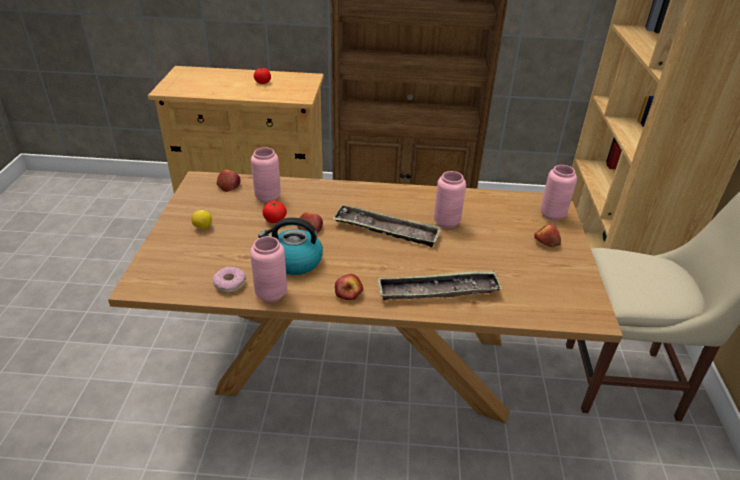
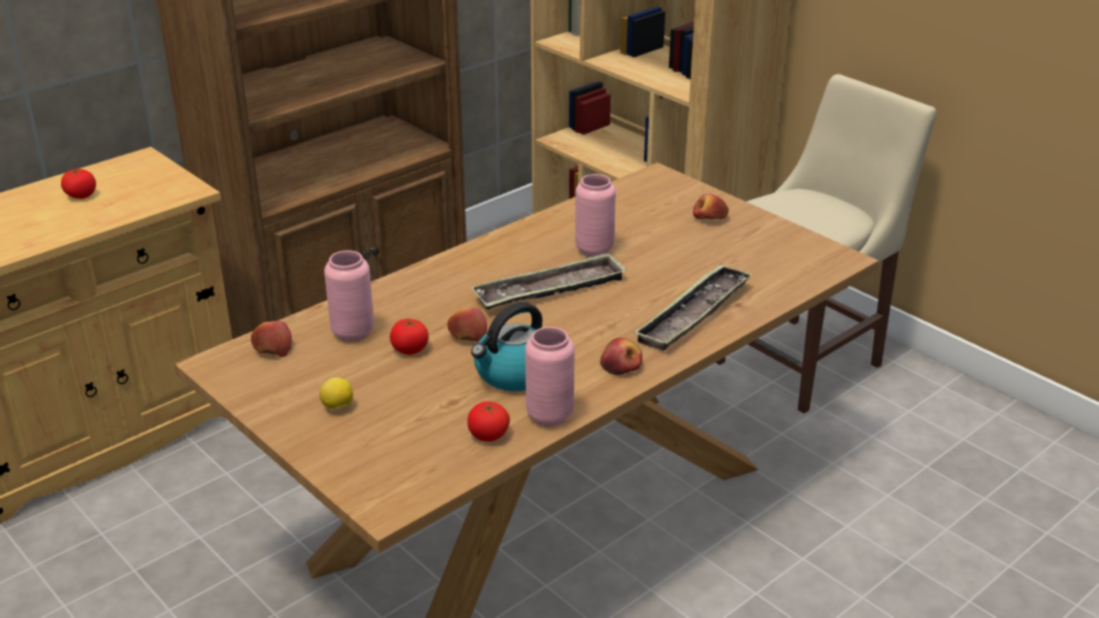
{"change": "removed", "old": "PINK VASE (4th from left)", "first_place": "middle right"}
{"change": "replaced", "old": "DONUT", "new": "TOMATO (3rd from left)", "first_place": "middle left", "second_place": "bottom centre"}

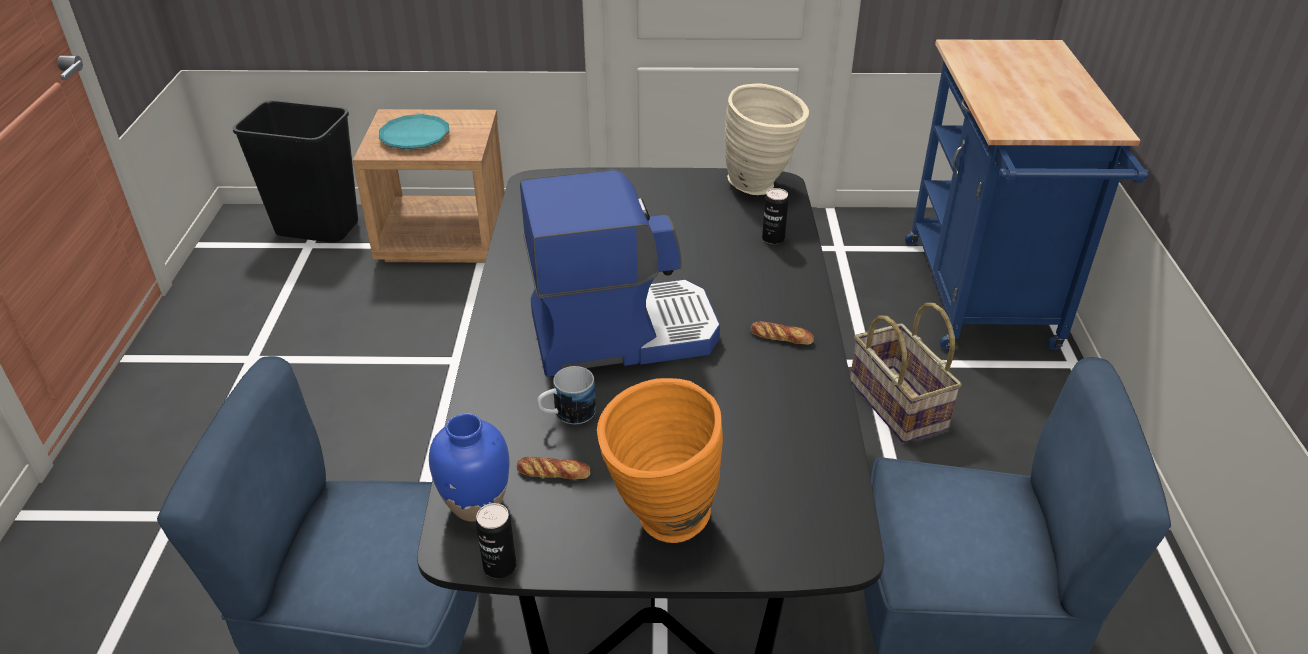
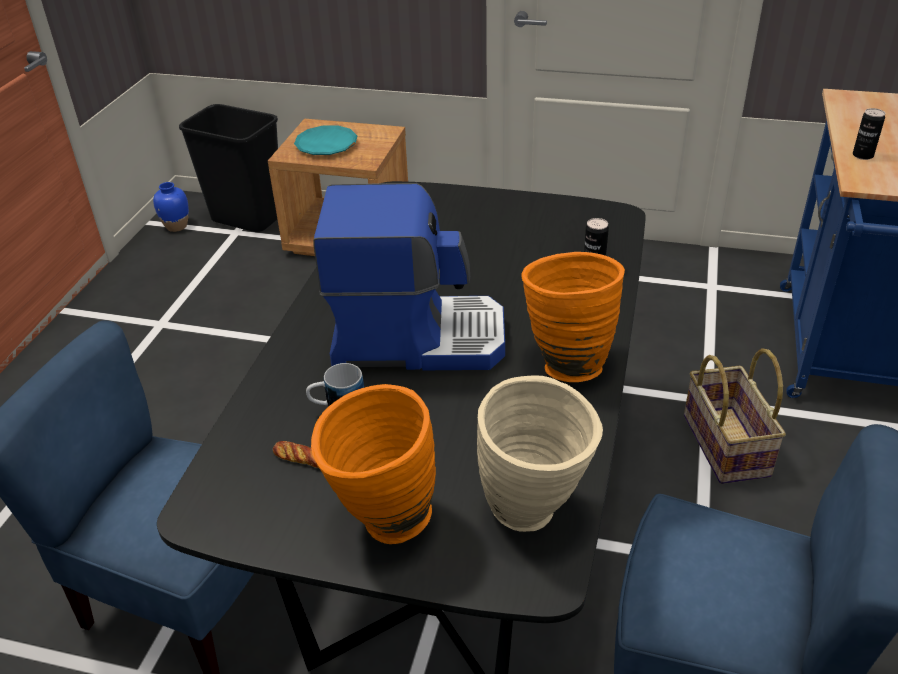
{"change": "moved", "old": "BEIGE VASE", "first_place": "top centre", "second_place": "bottom centre"}
{"change": "replaced", "old": "BREAD (2nd from left)", "new": "ORANGE VASE (2nd from left)", "first_place": "centre", "second_place": "centre"}
{"change": "moved", "old": "BLUE VASE", "first_place": "bottom centre", "second_place": "top left"}
{"change": "moved", "old": "CAN (1st from left in the first image)", "new": "CAN (2nd from left)", "first_place": "bottom centre", "second_place": "top right"}

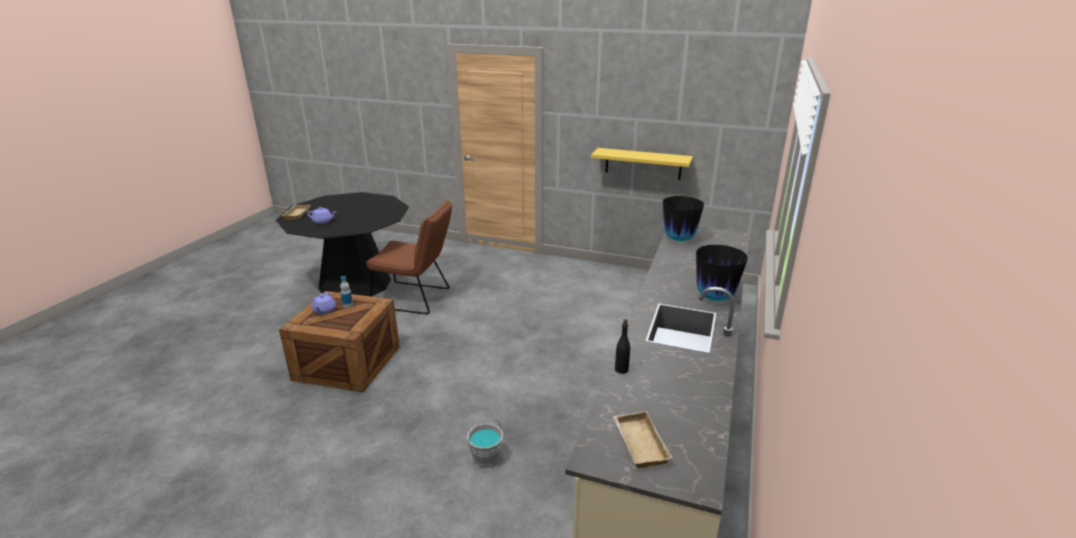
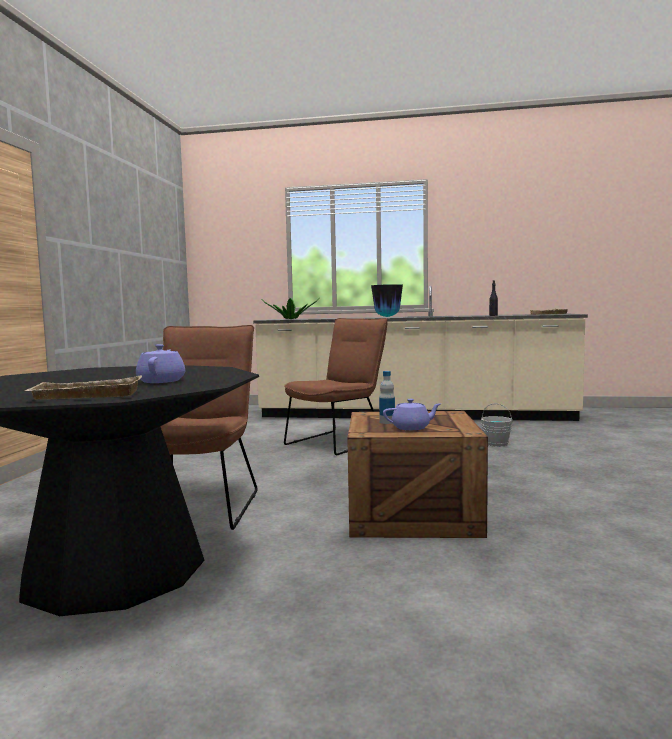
{"change": "removed", "old": "YELLOW SHELF", "first_place": "top centre"}
{"change": "replaced", "old": "VASE (1st from left)", "new": "POTTED PLANT", "first_place": "centre", "second_place": "centre"}
{"change": "added", "new": "BROWN CHAIR (2nd from left)", "second_place": "centre"}

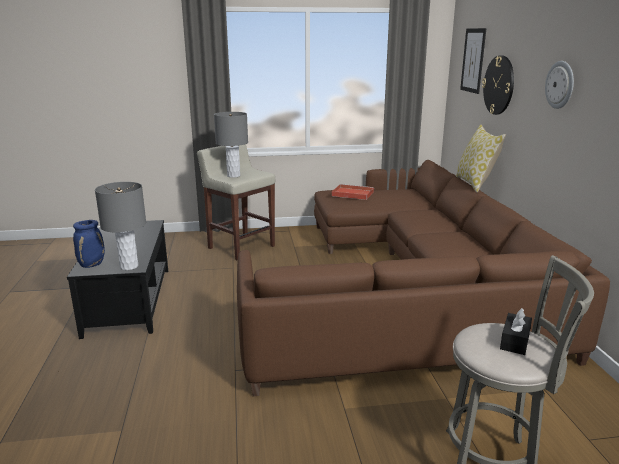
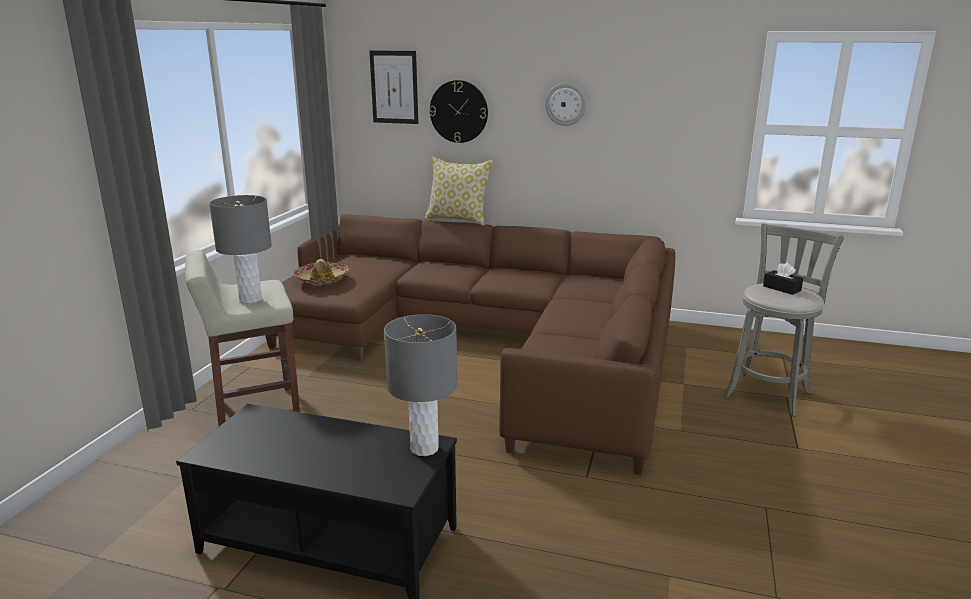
{"change": "replaced", "old": "RED TRAY", "new": "HAT", "first_place": "centre", "second_place": "middle left"}
{"change": "removed", "old": "BLUE VASE", "first_place": "middle left"}

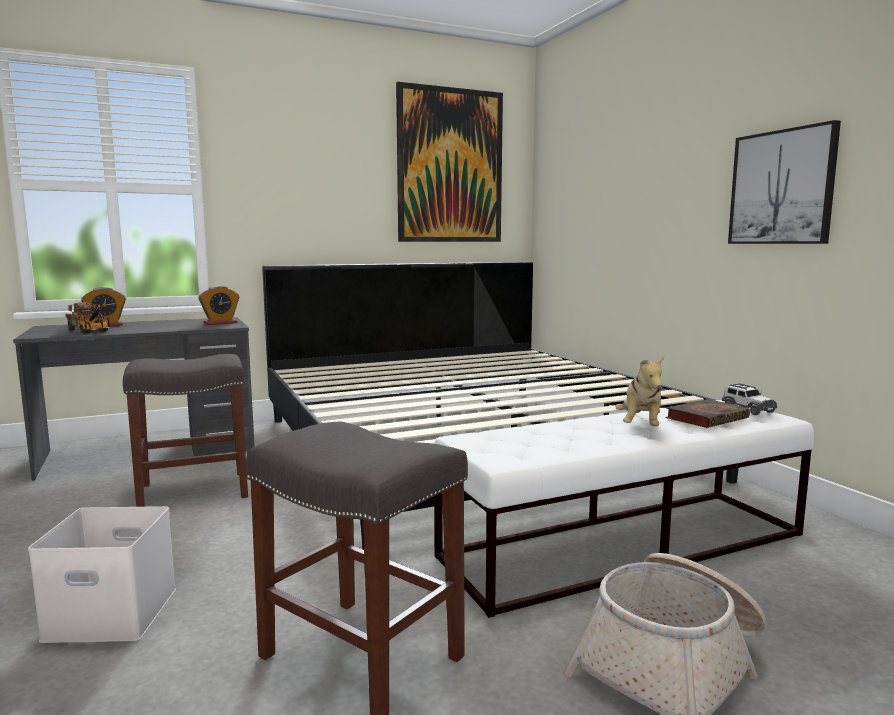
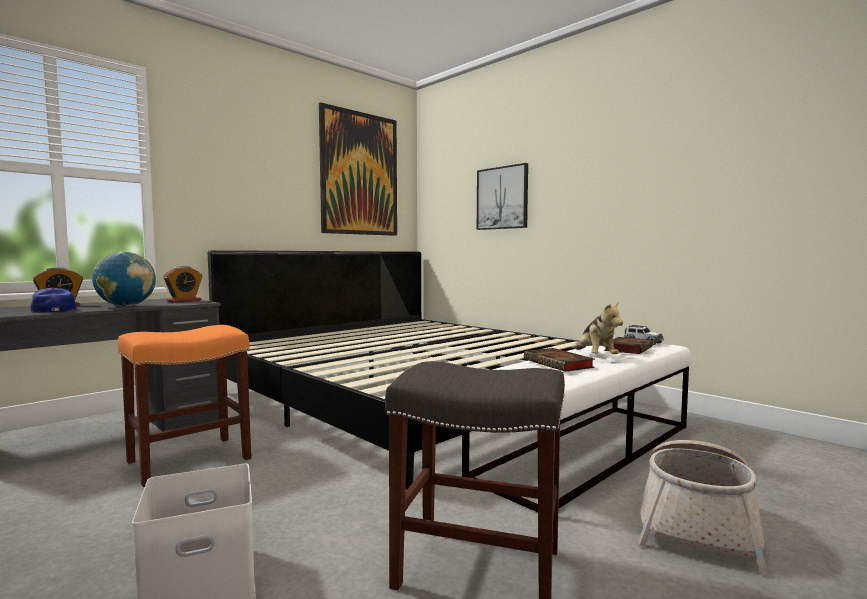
{"change": "moved", "old": "PICTURE (2nd from left)", "first_place": "top right", "second_place": "top centre"}
{"change": "replaced", "old": "TOY TRUCK", "new": "CAP", "first_place": "middle left", "second_place": "middle left"}
{"change": "recoloured", "old": "GREY STOOL (1st from left)", "new": "ORANGE STOOL", "first_place": "middle left", "second_place": "bottom left"}
{"change": "added", "new": "GLOBE", "second_place": "middle left"}
{"change": "added", "new": "BOOK (1st from left)", "second_place": "centre"}

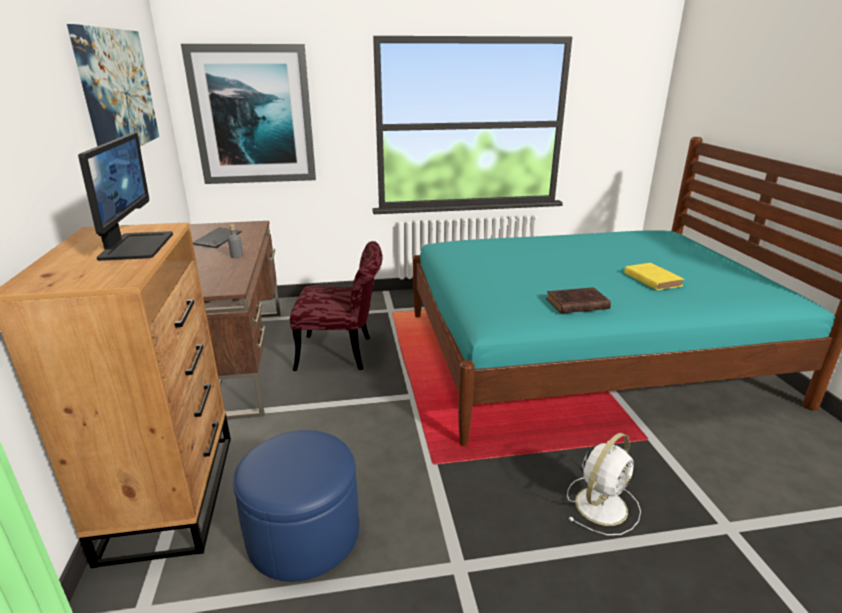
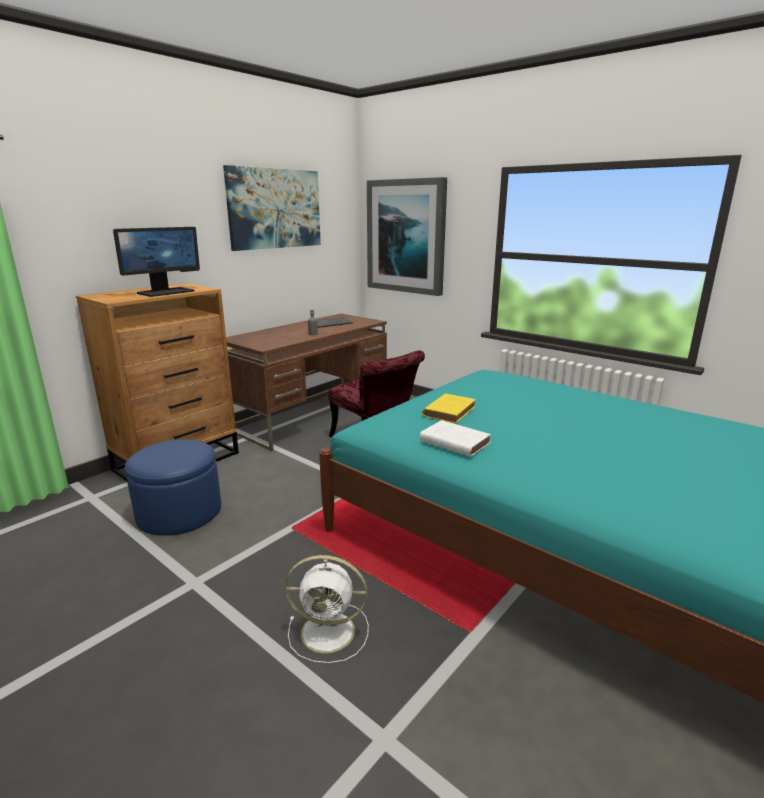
{"change": "moved", "old": "YELLOW BOOK", "first_place": "middle right", "second_place": "centre"}
{"change": "recoloured", "old": "BROWN BOOK", "new": "WHITE BOOK", "first_place": "middle right", "second_place": "centre"}

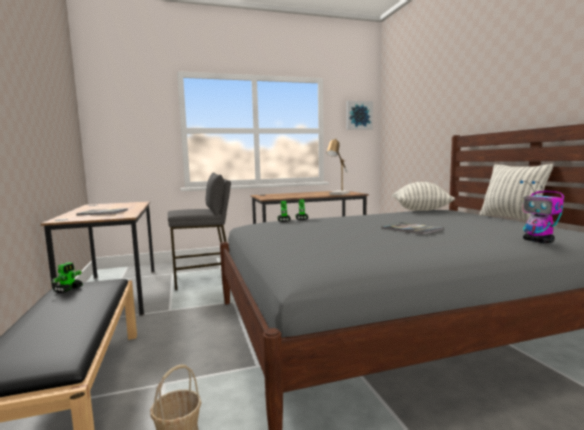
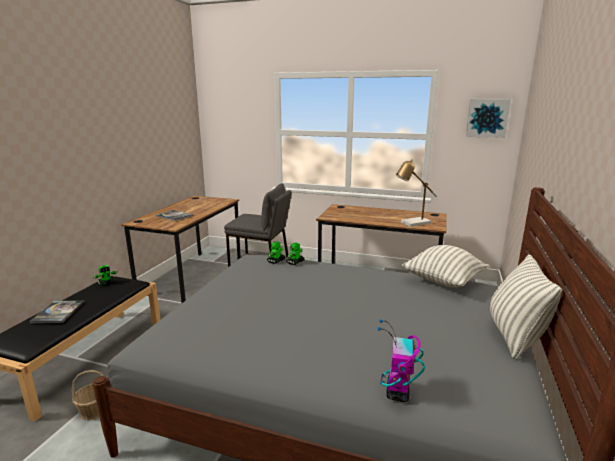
{"change": "moved", "old": "BOOK (2nd from left in the first image)", "new": "BOOK (1st from left)", "first_place": "middle right", "second_place": "bottom left"}

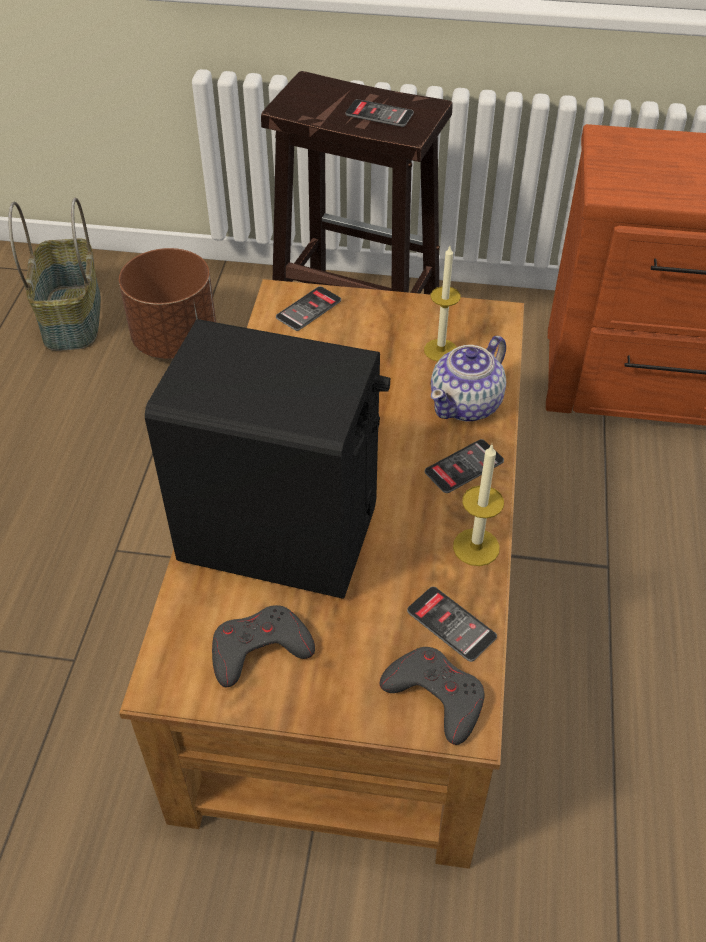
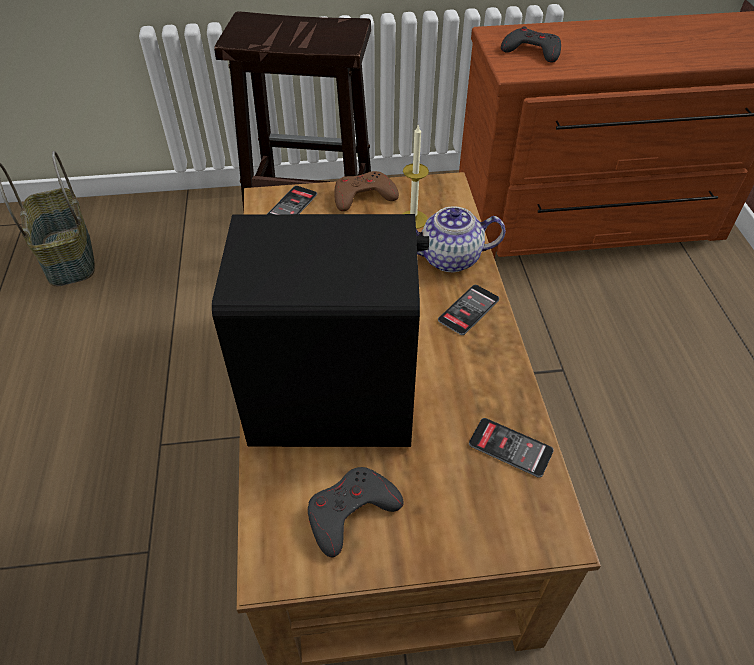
{"change": "removed", "old": "PHONE (2nd from left)", "first_place": "top centre"}
{"change": "removed", "old": "BROWN PLANTER", "first_place": "top left"}
{"change": "turned", "old": "TEAPOT", "first_place": "centre", "second_place": "centre", "degrees": 60}
{"change": "removed", "old": "CANDLE (2nd from left)", "first_place": "middle right"}
{"change": "moved", "old": "GREY GAME CONTROLLER (2nd from left)", "first_place": "bottom centre", "second_place": "top right"}
{"change": "added", "new": "BROWN GAME CONTROLLER", "second_place": "top centre"}

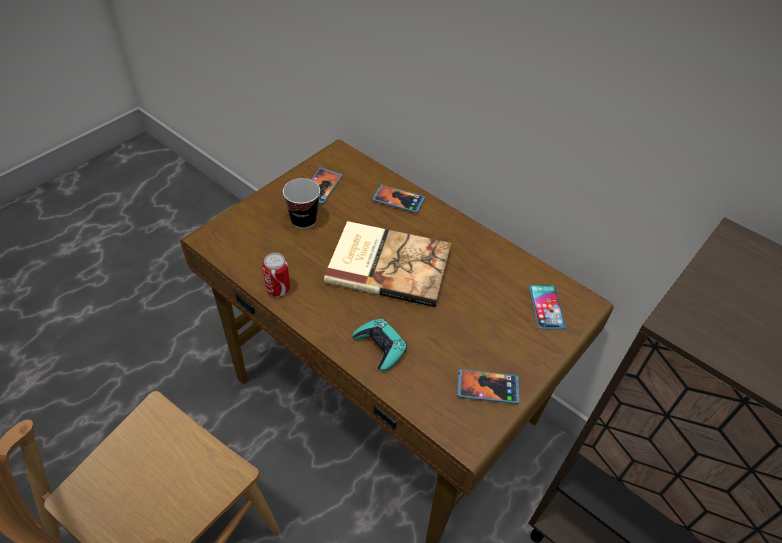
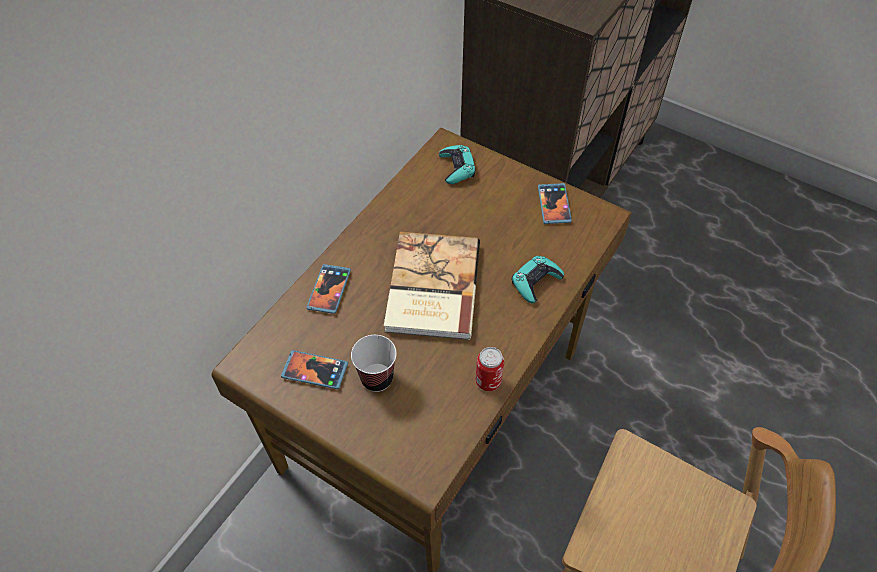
{"change": "replaced", "old": "PHONE (4th from left)", "new": "TURQUOISE GAME CONTROLLER (1st from left)", "first_place": "middle right", "second_place": "top centre"}

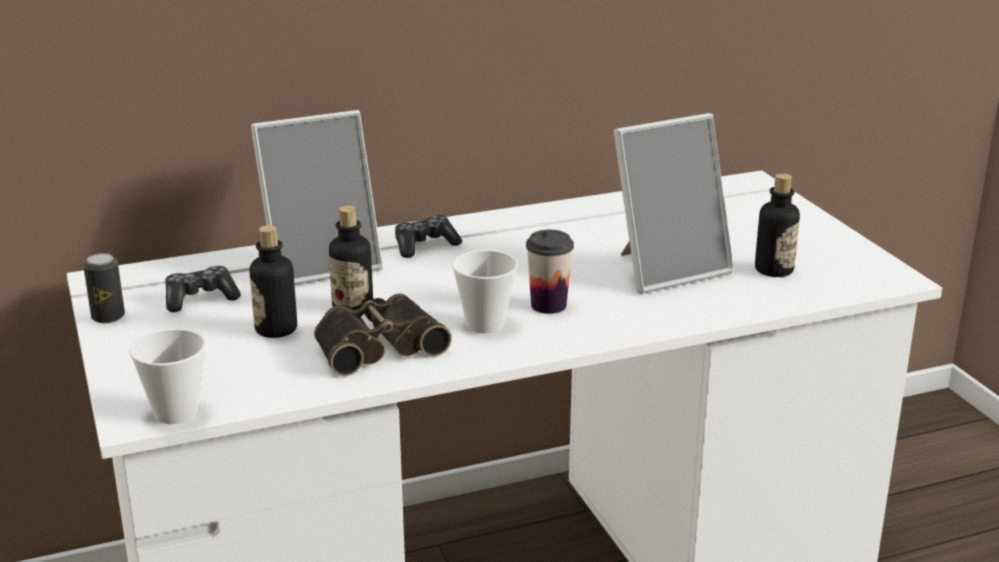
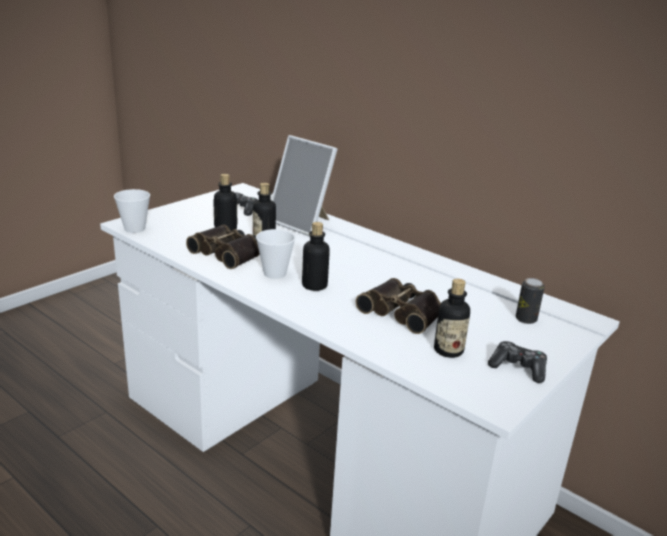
{"change": "replaced", "old": "PICTURE FRAME (2nd from left)", "new": "BINOCULARS (2nd from left)", "first_place": "middle right", "second_place": "centre"}
{"change": "moved", "old": "GAME CONTROLLER (2nd from left)", "first_place": "centre", "second_place": "bottom right"}
{"change": "replaced", "old": "CUP (3rd from left)", "new": "BOTTLE (3rd from left)", "first_place": "centre", "second_place": "centre"}
{"change": "moved", "old": "CAN", "first_place": "middle left", "second_place": "middle right"}

